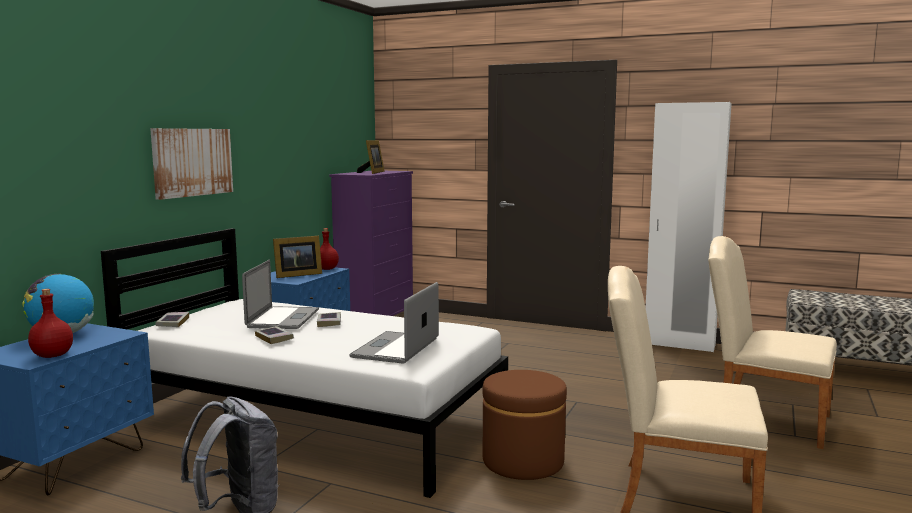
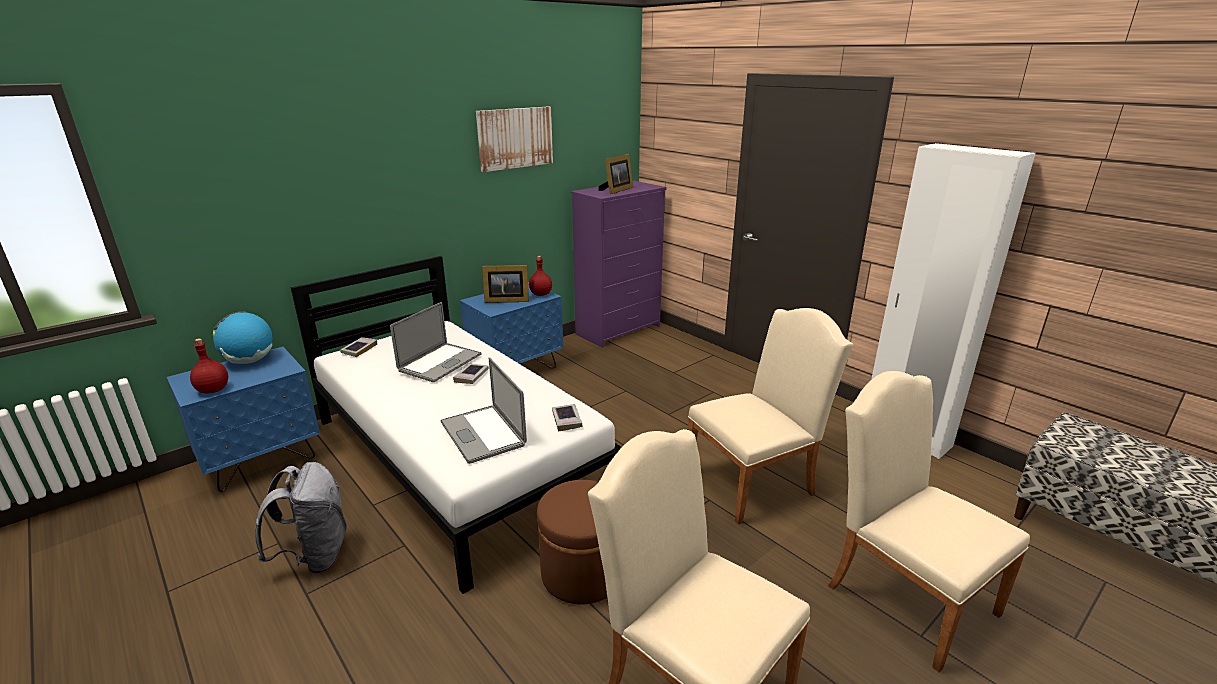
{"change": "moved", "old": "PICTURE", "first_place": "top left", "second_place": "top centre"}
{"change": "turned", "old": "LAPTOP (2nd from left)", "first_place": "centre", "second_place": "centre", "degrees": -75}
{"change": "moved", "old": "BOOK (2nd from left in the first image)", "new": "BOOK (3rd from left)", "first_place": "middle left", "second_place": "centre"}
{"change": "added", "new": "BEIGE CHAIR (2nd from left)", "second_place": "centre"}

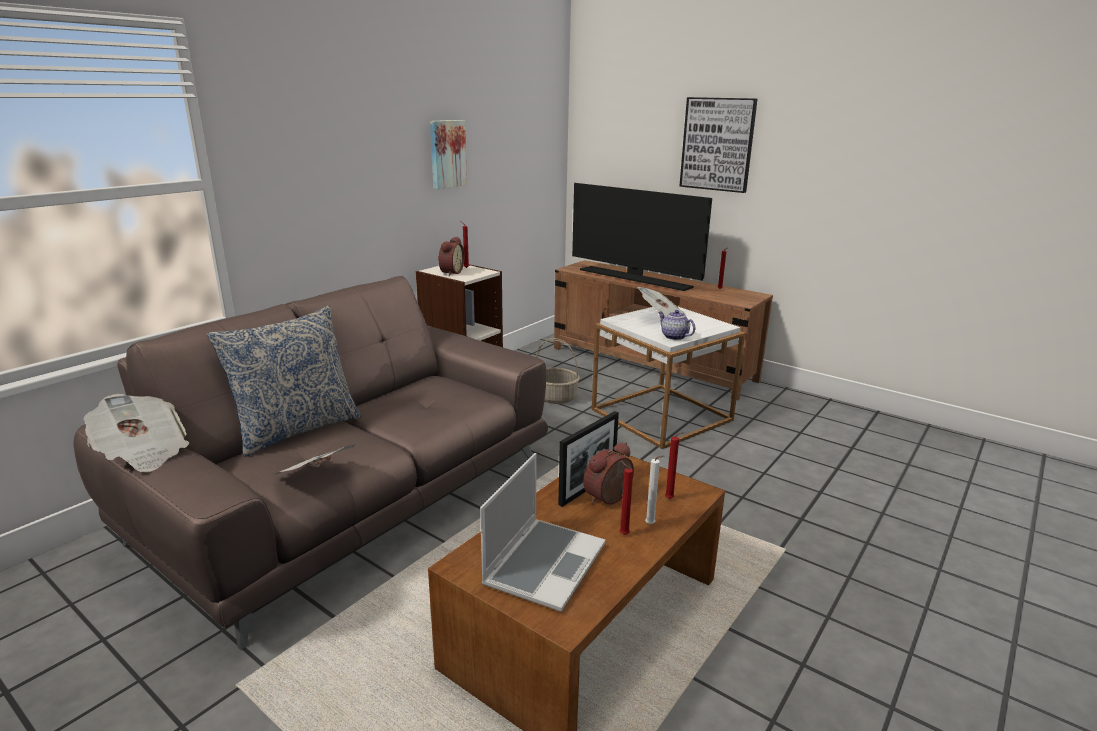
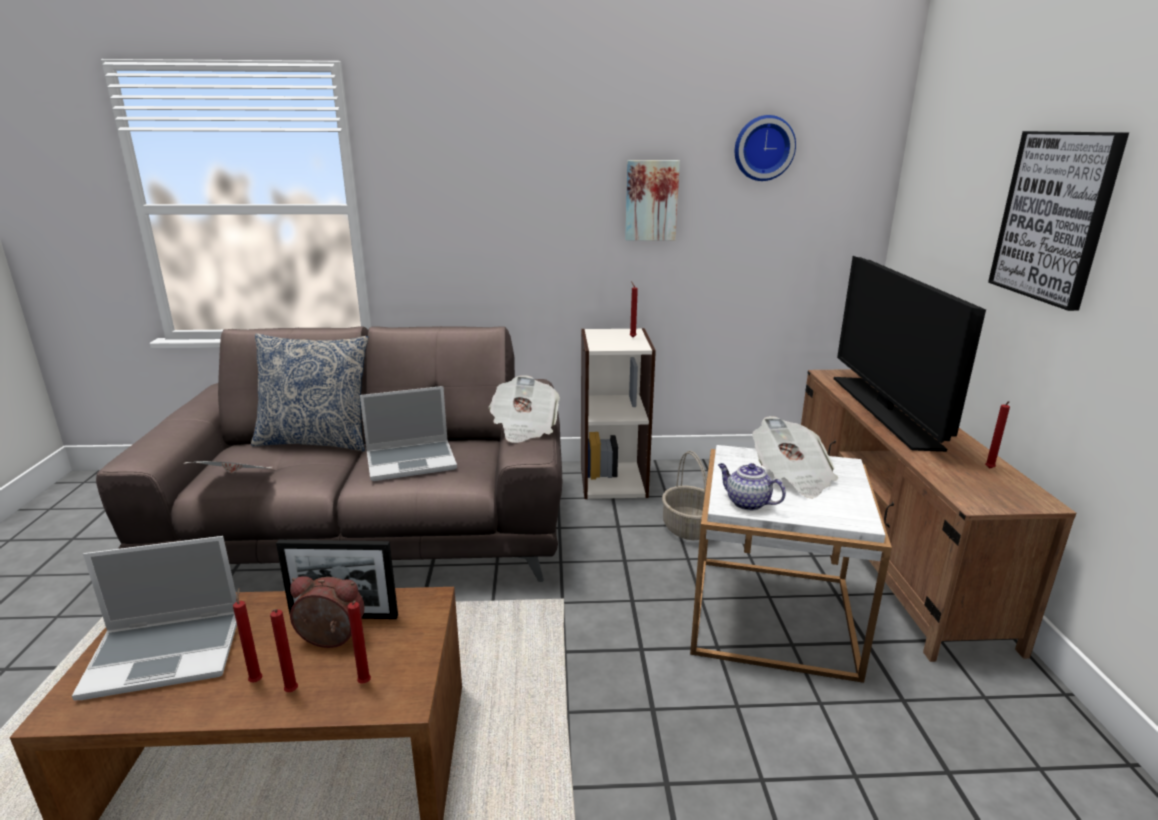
{"change": "removed", "old": "ALARM CLOCK (1st from left)", "first_place": "centre"}
{"change": "turned", "old": "TEAPOT", "first_place": "centre", "second_place": "centre", "degrees": -60}
{"change": "moved", "old": "NEWSPAPER (1st from left in the first image)", "new": "NEWSPAPER (2nd from left)", "first_place": "middle left", "second_place": "centre"}
{"change": "recoloured", "old": "WHITE CANDLE", "new": "RED CANDLE (2nd from left)", "first_place": "bottom centre", "second_place": "bottom left"}
{"change": "added", "new": "WALL CLOCK", "second_place": "top centre"}
{"change": "added", "new": "LAPTOP (2nd from left)", "second_place": "centre"}

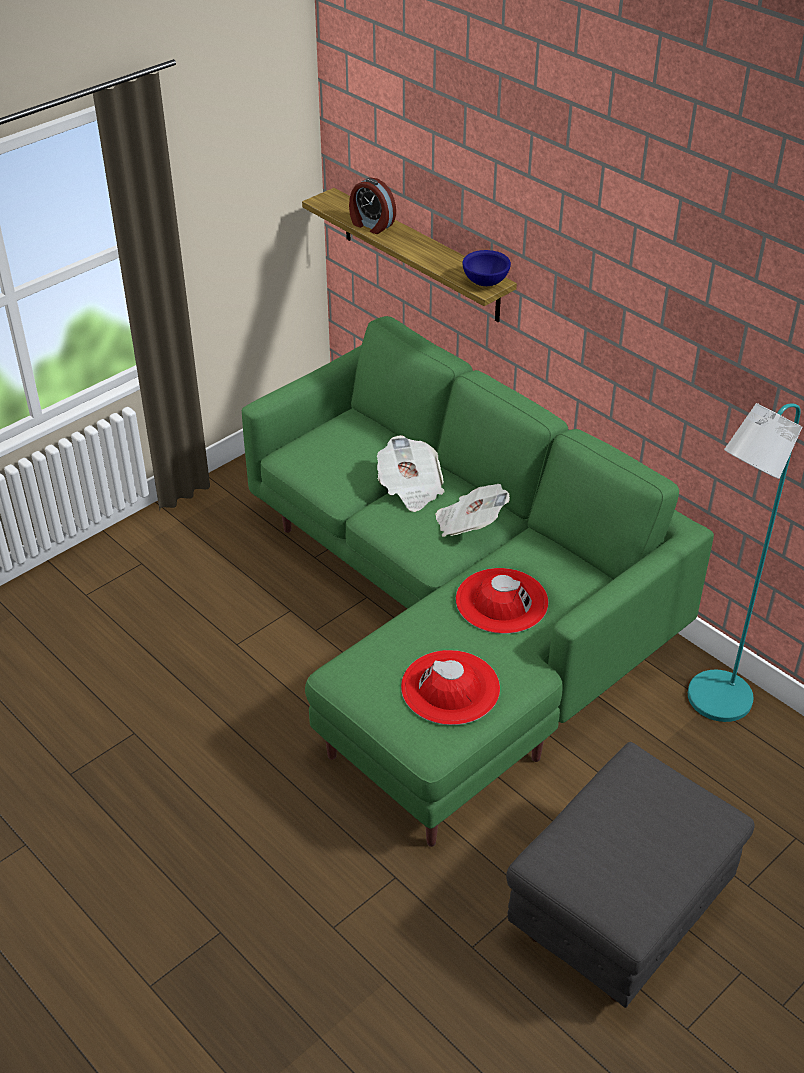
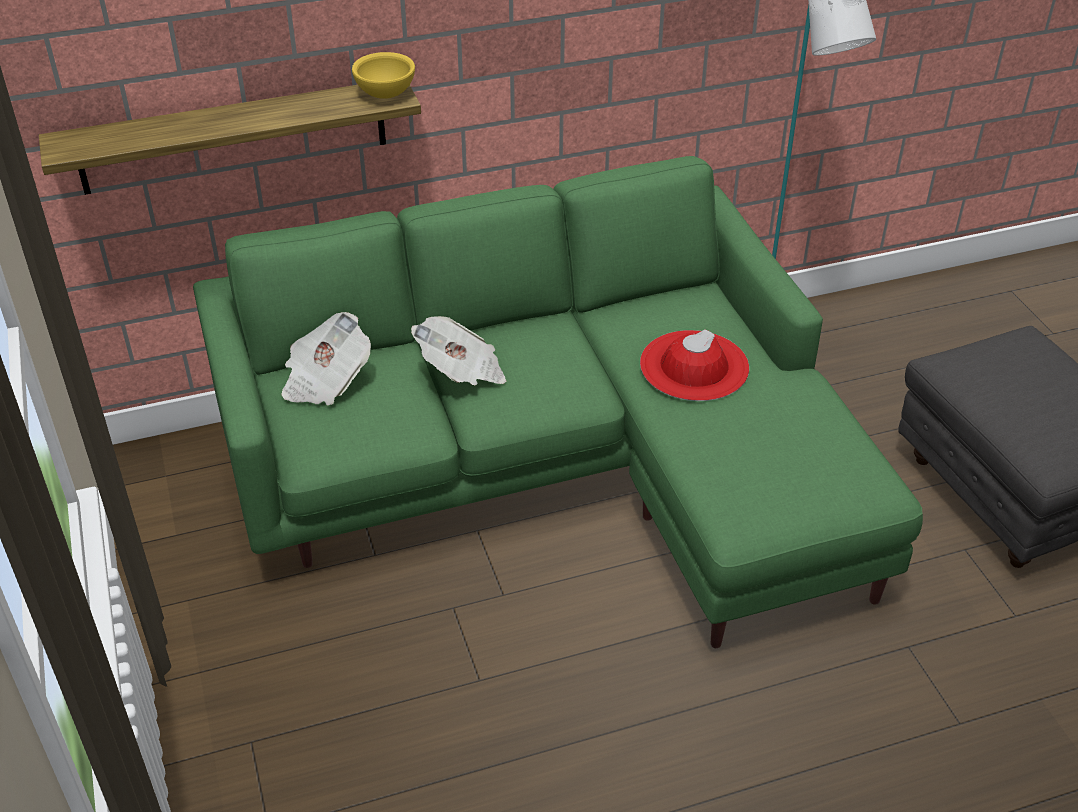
{"change": "removed", "old": "ALARM CLOCK", "first_place": "top centre"}
{"change": "recoloured", "old": "BLUE BOWL", "new": "YELLOW BOWL", "first_place": "top centre", "second_place": "top centre"}
{"change": "moved", "old": "NEWSPAPER (2nd from left in the first image)", "new": "NEWSPAPER (1st from left)", "first_place": "centre", "second_place": "middle left"}
{"change": "removed", "old": "RED HAT (1st from left)", "first_place": "centre"}

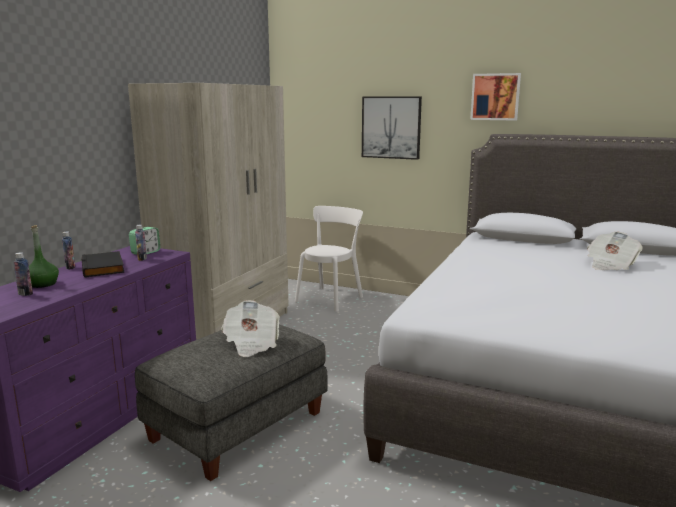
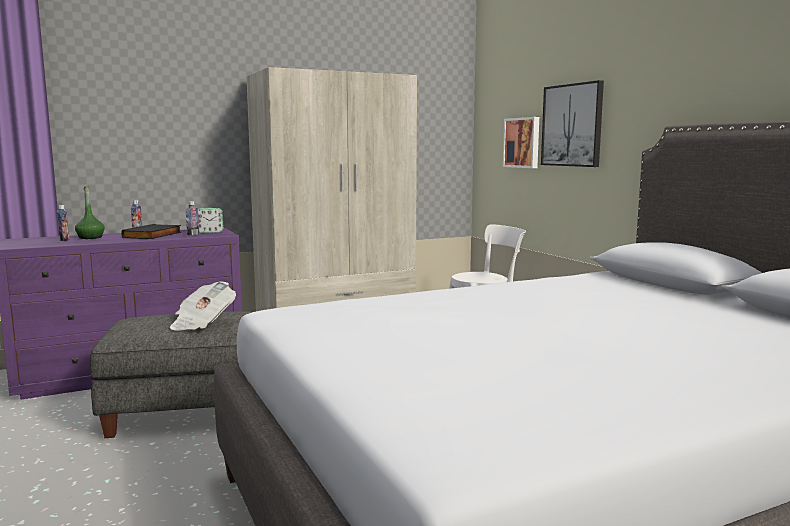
{"change": "moved", "old": "PICTURE (2nd from left in the first image)", "new": "PICTURE (1st from left)", "first_place": "top right", "second_place": "top centre"}
{"change": "removed", "old": "NEWSPAPER (2nd from left)", "first_place": "middle right"}

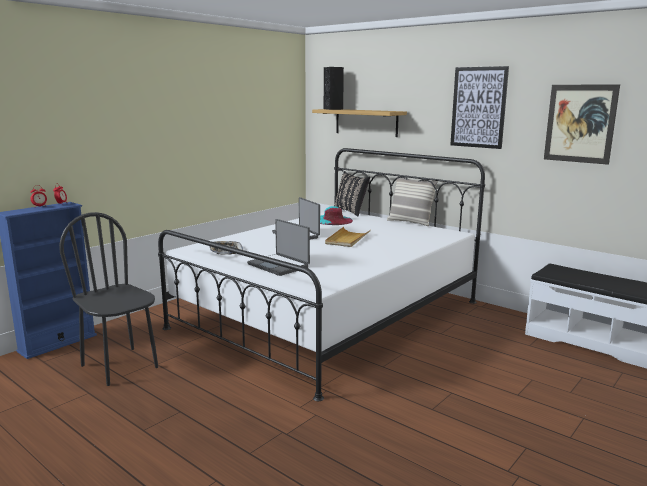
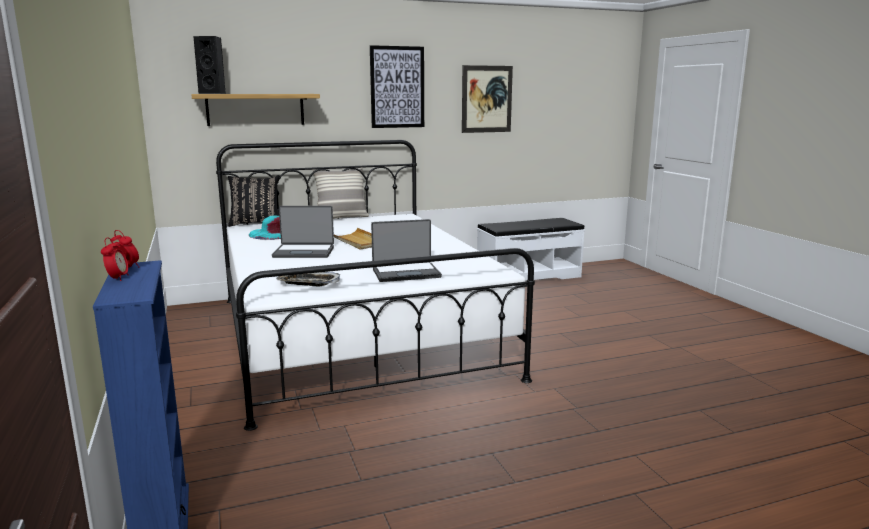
{"change": "removed", "old": "BLACK CHAIR", "first_place": "middle left"}

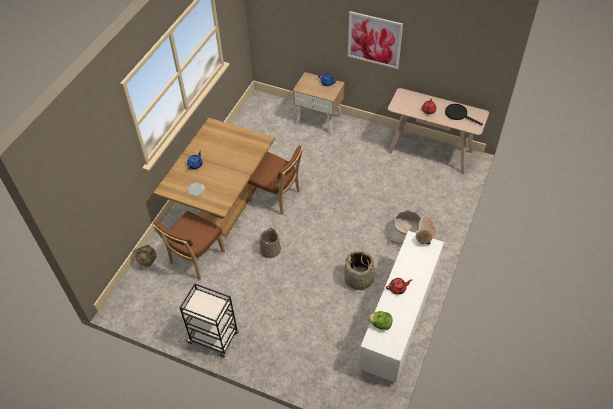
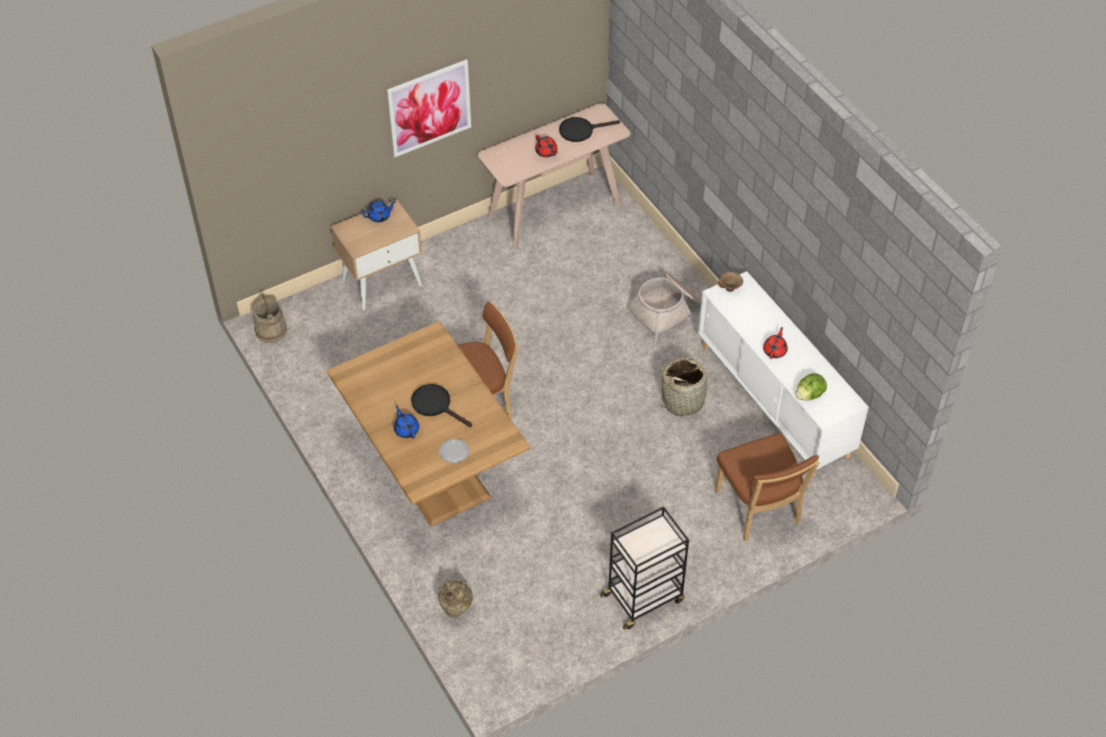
{"change": "moved", "old": "BROWN CHAIR (1st from left in the first image)", "new": "BROWN CHAIR (2nd from left)", "first_place": "middle left", "second_place": "middle right"}
{"change": "moved", "old": "BEIGE BUCKET", "first_place": "centre", "second_place": "middle left"}
{"change": "added", "new": "BLACK FRYING PAN (1st from left)", "second_place": "centre"}

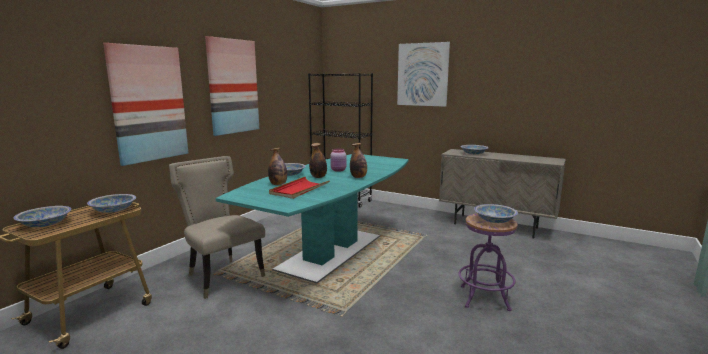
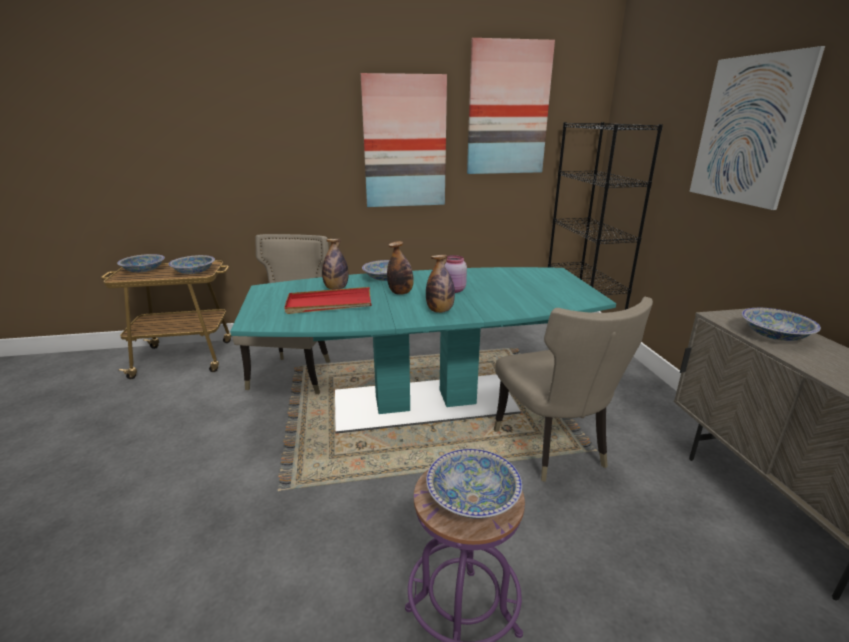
{"change": "moved", "old": "PICTURE (1st from left in the first image)", "new": "PICTURE (2nd from left)", "first_place": "top left", "second_place": "top centre"}
{"change": "added", "new": "BEIGE CHAIR (2nd from left)", "second_place": "middle right"}

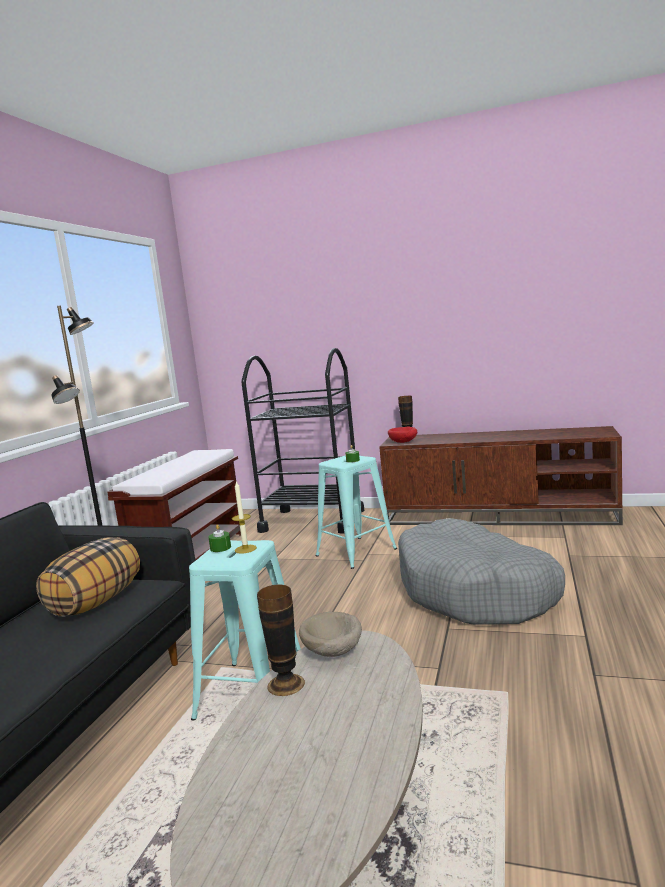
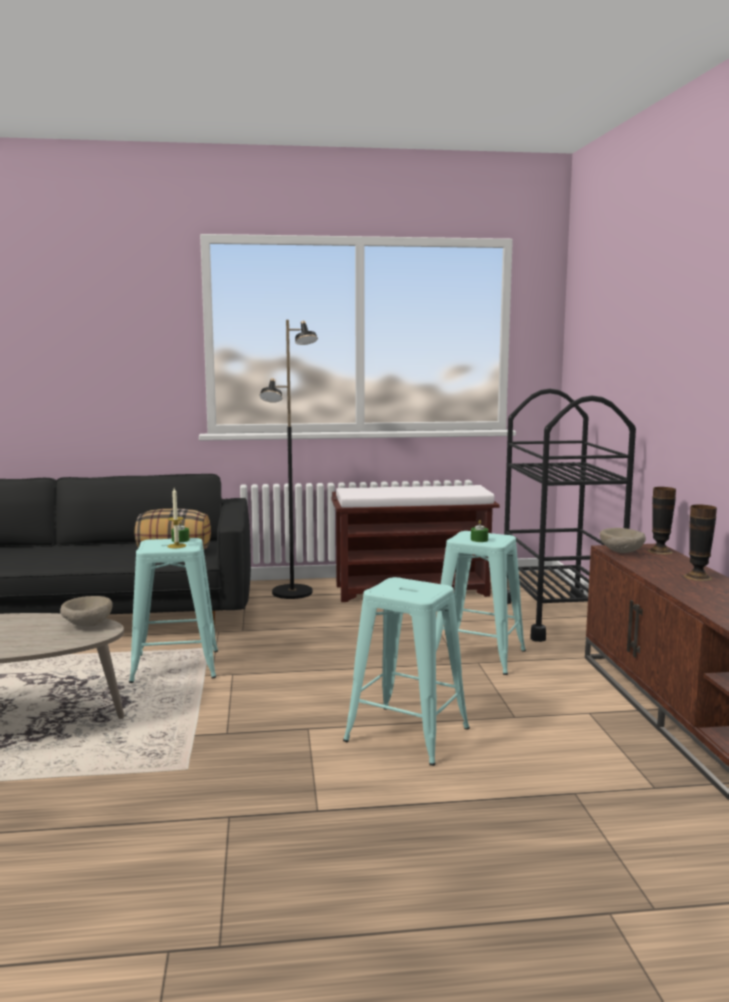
{"change": "recoloured", "old": "RED BOWL", "new": "BEIGE BOWL (2nd from left)", "first_place": "centre", "second_place": "middle right"}
{"change": "replaced", "old": "GREY DOG BED", "new": "TURQUOISE STOOL (2nd from left)", "first_place": "middle right", "second_place": "bottom centre"}
{"change": "moved", "old": "VASE (1st from left in the first image)", "new": "VASE (2nd from left)", "first_place": "bottom centre", "second_place": "middle right"}

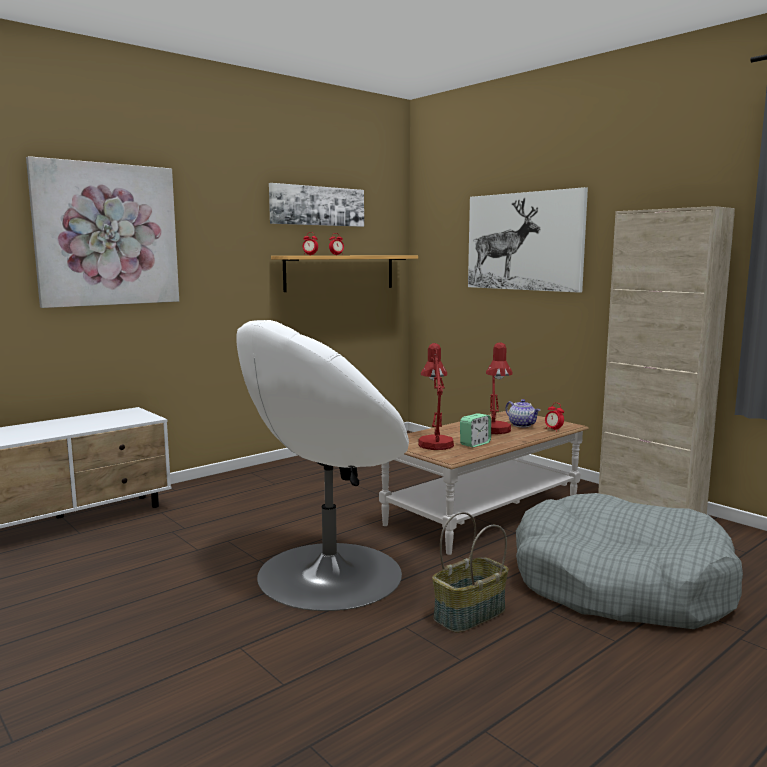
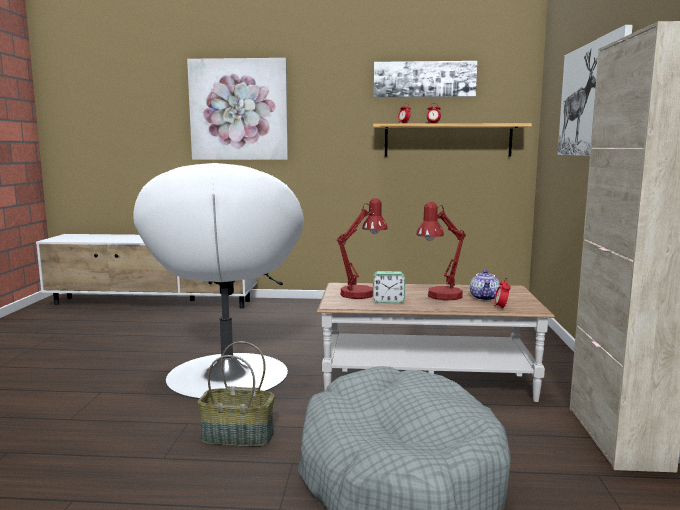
{"change": "turned", "old": "WHITE ARMCHAIR", "first_place": "centre", "second_place": "middle left", "degrees": -105}

